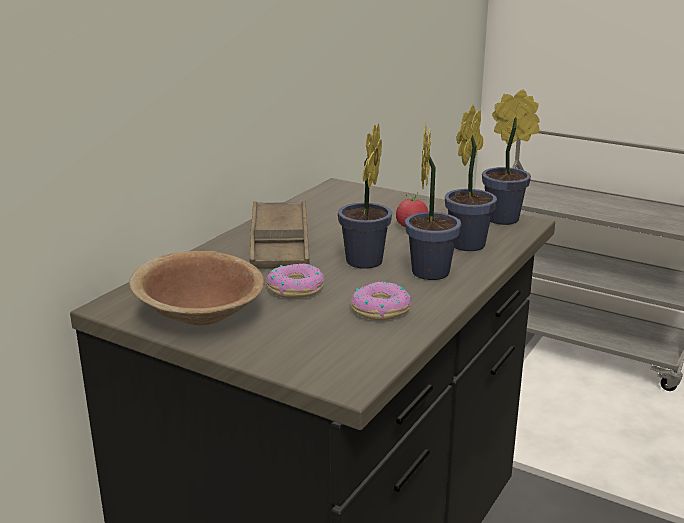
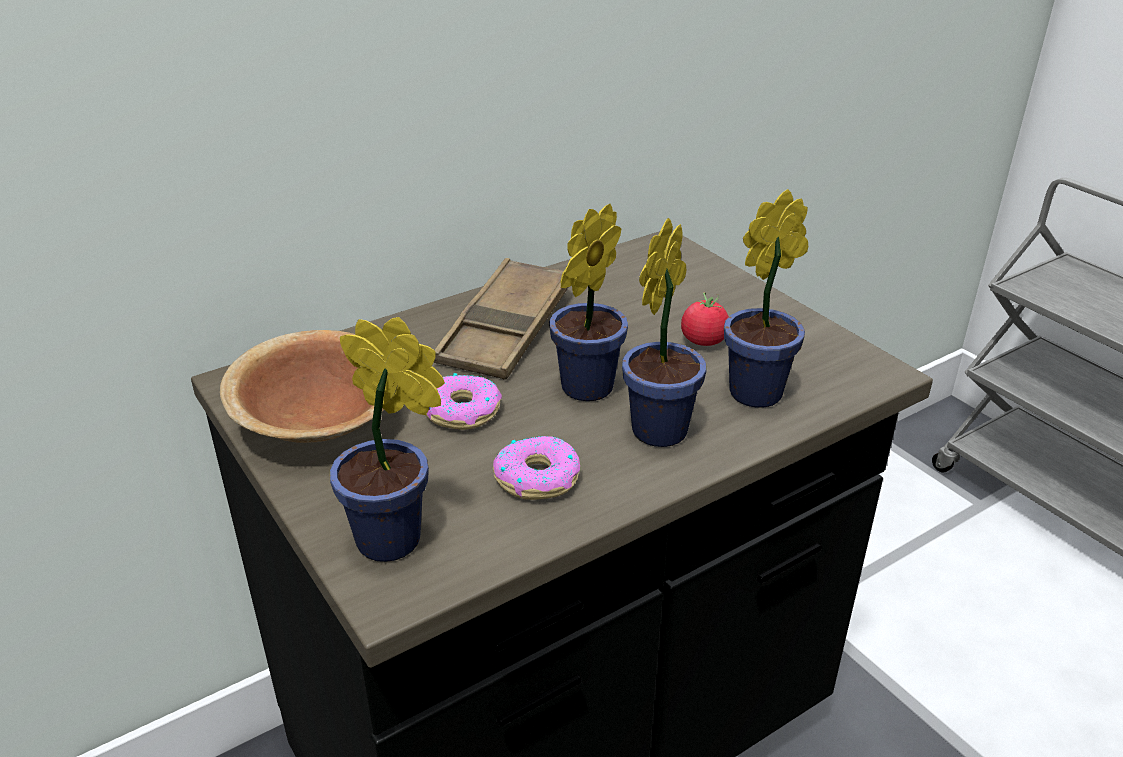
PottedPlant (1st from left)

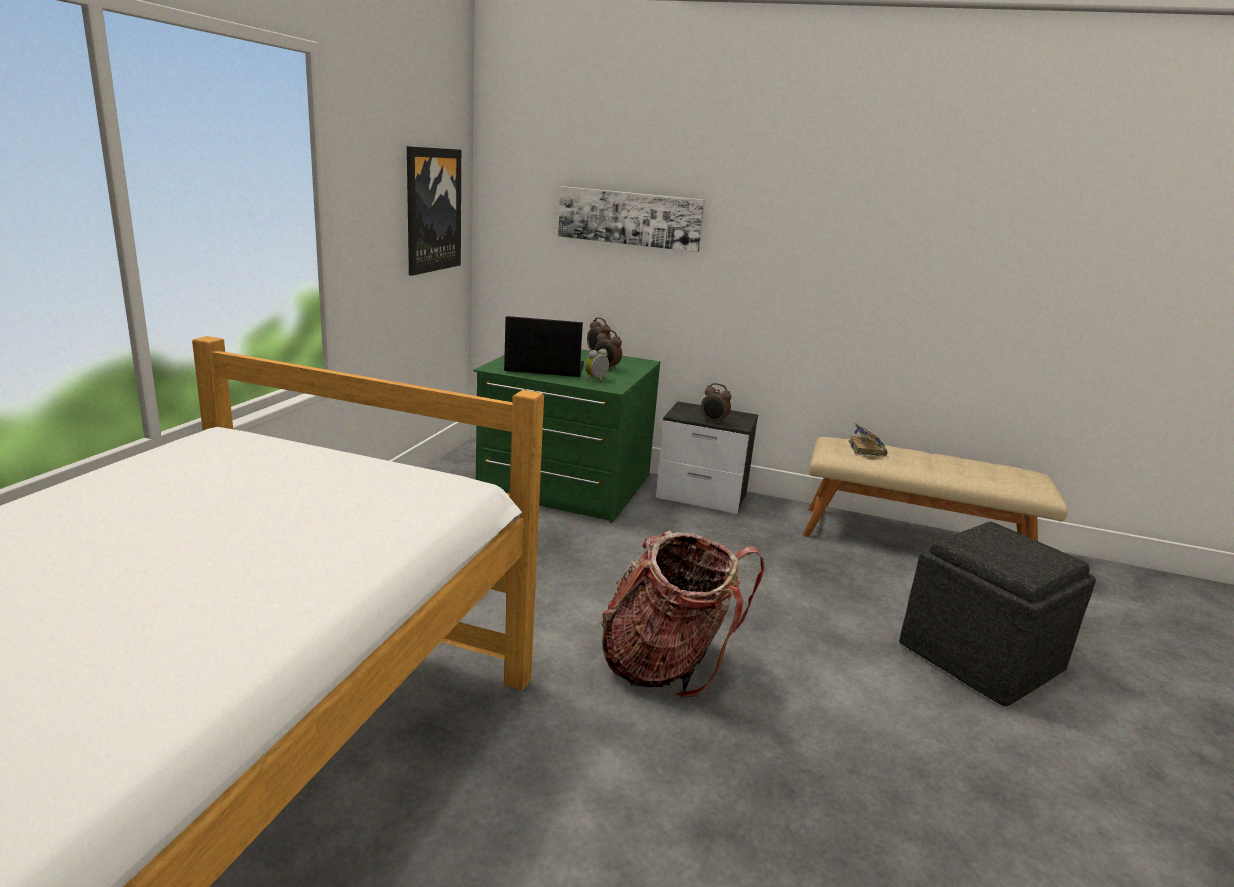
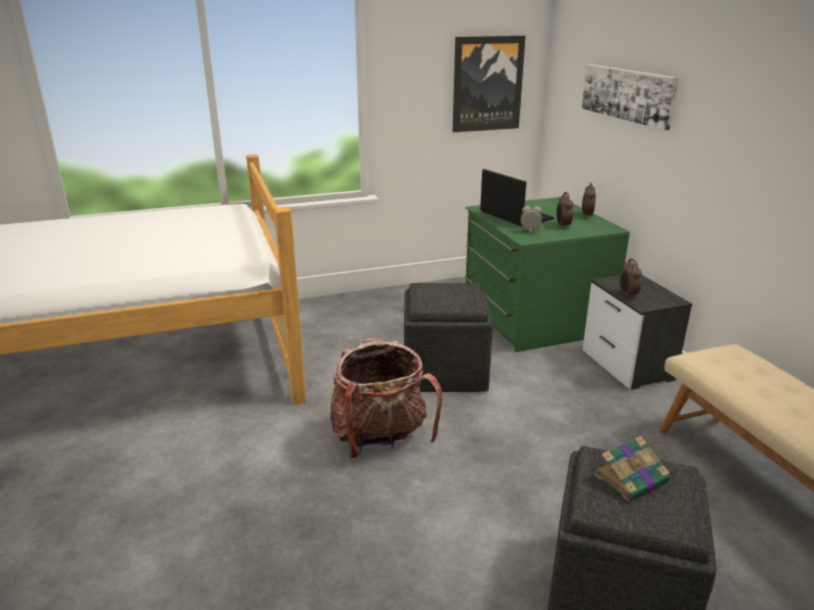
GreyOttoman (1st from left)
Book

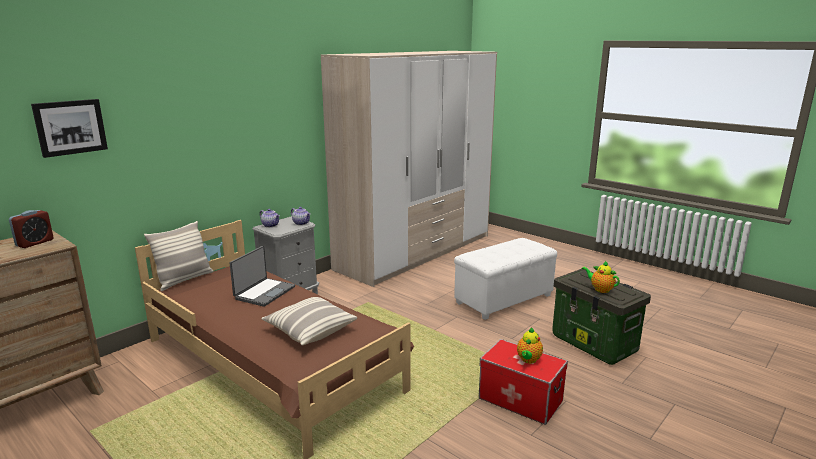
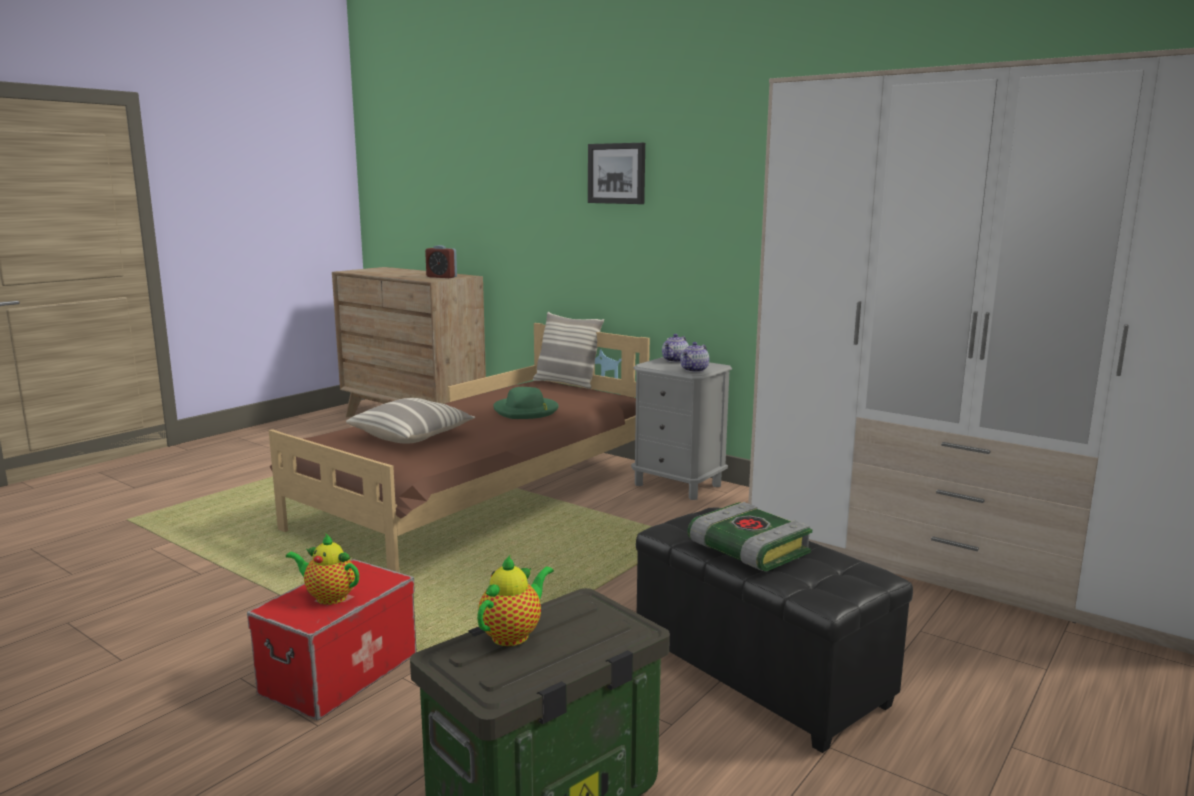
GreenHat
Picture
BlackOttoman
Book

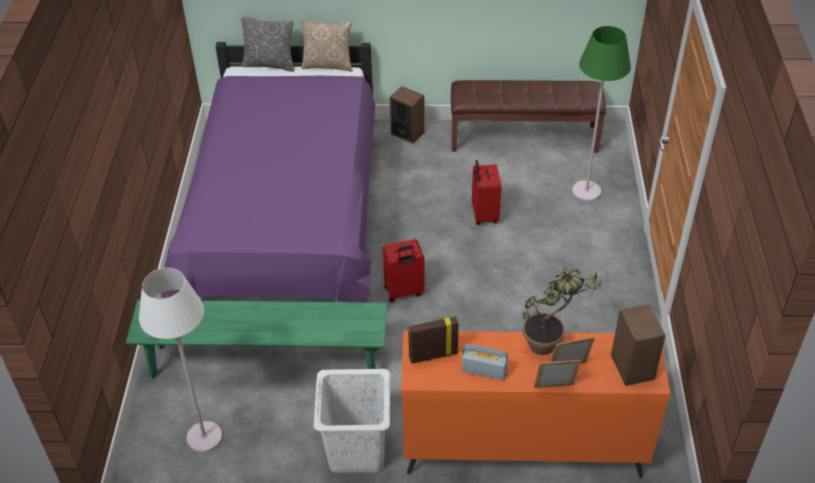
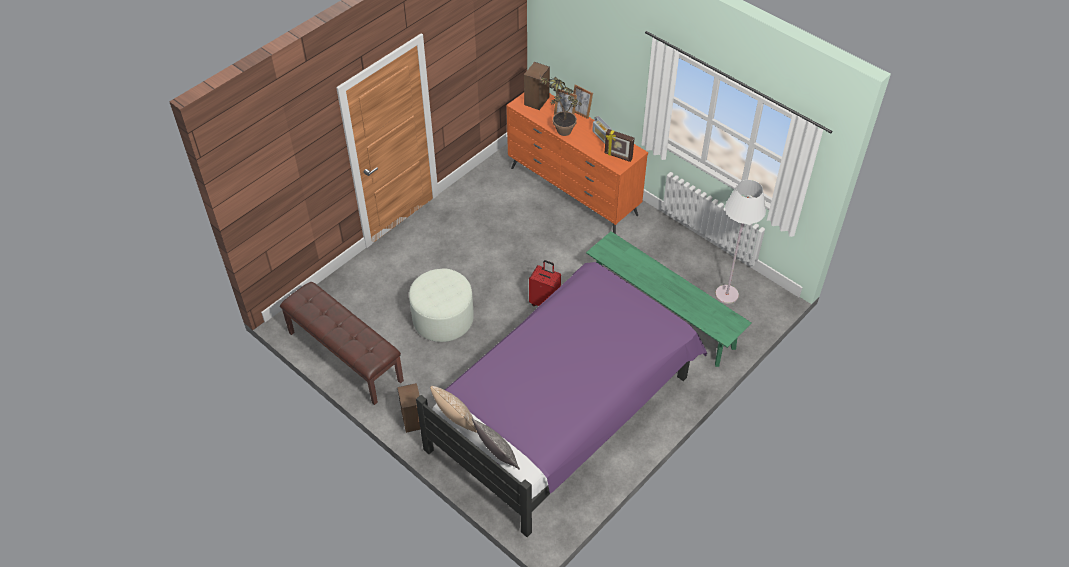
WhiteOttoman
WhiteLaundryBasket
GreenFloorLamp

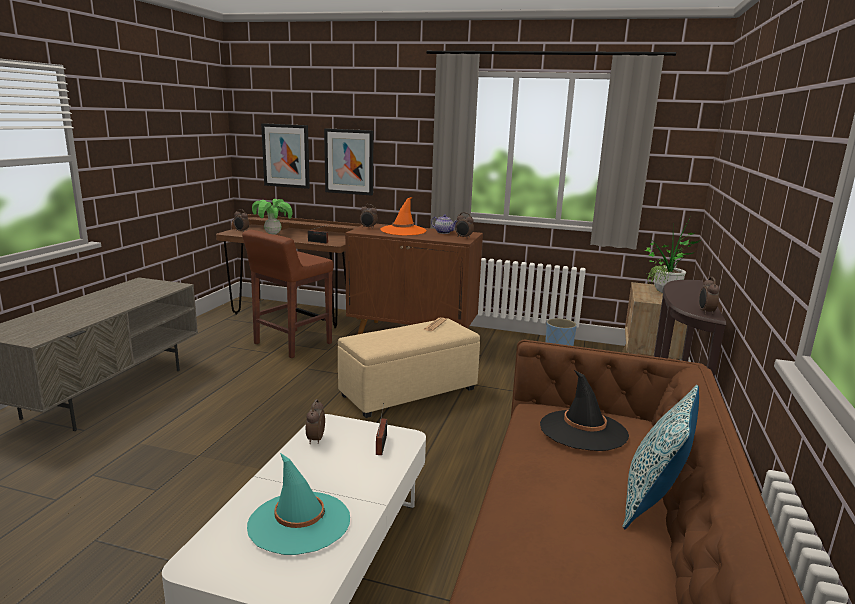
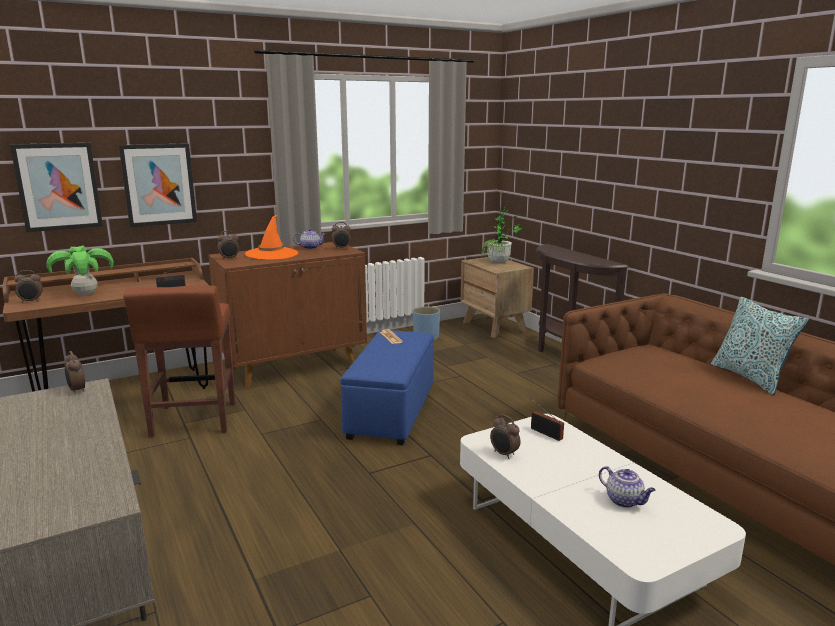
AlarmClock (2nd from left)
BlueOttoman
Teapot (2nd from left)
BlackHat

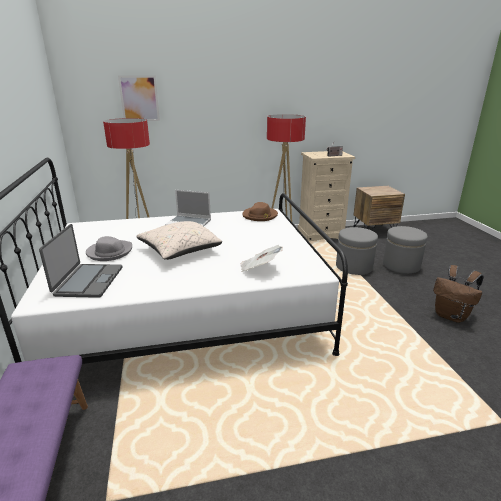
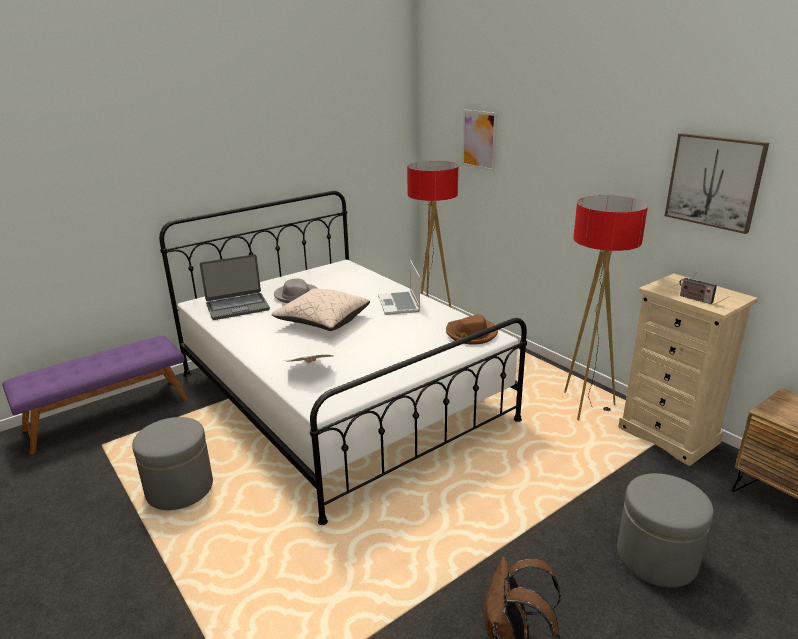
GreyOttoman (1st from left)
Picture (2nd from left)

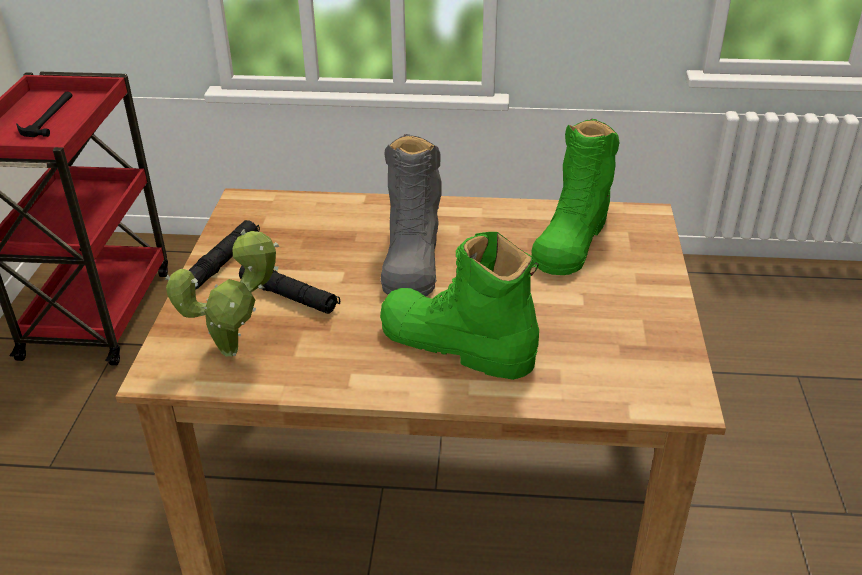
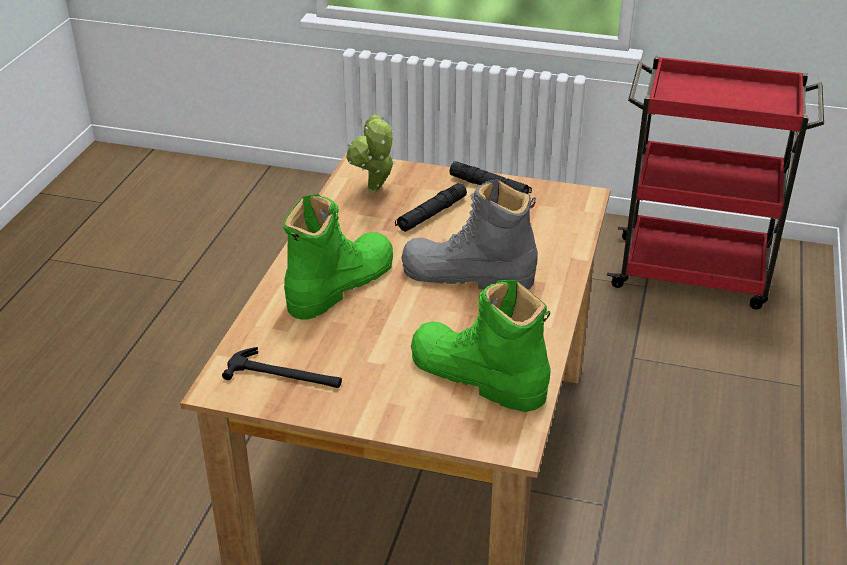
Hammer

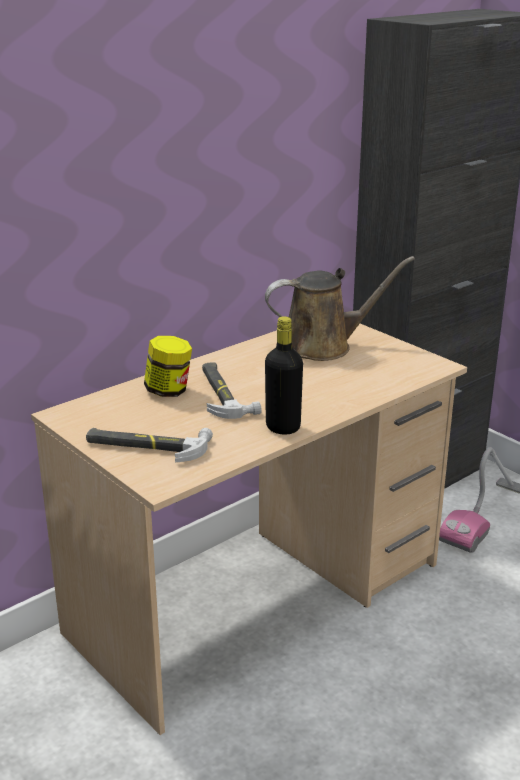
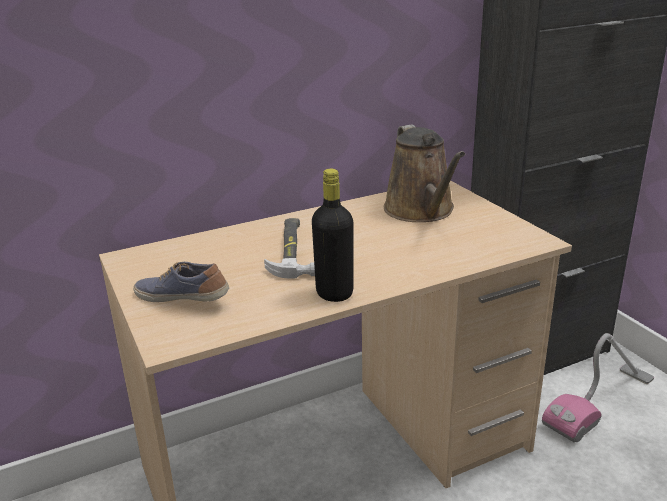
Shoe
BrownWateringCan
Jar

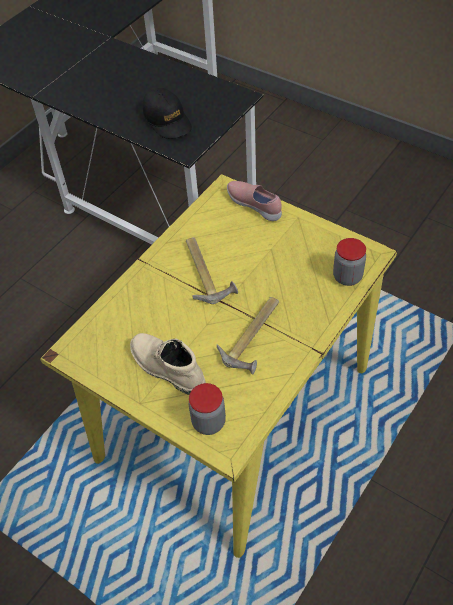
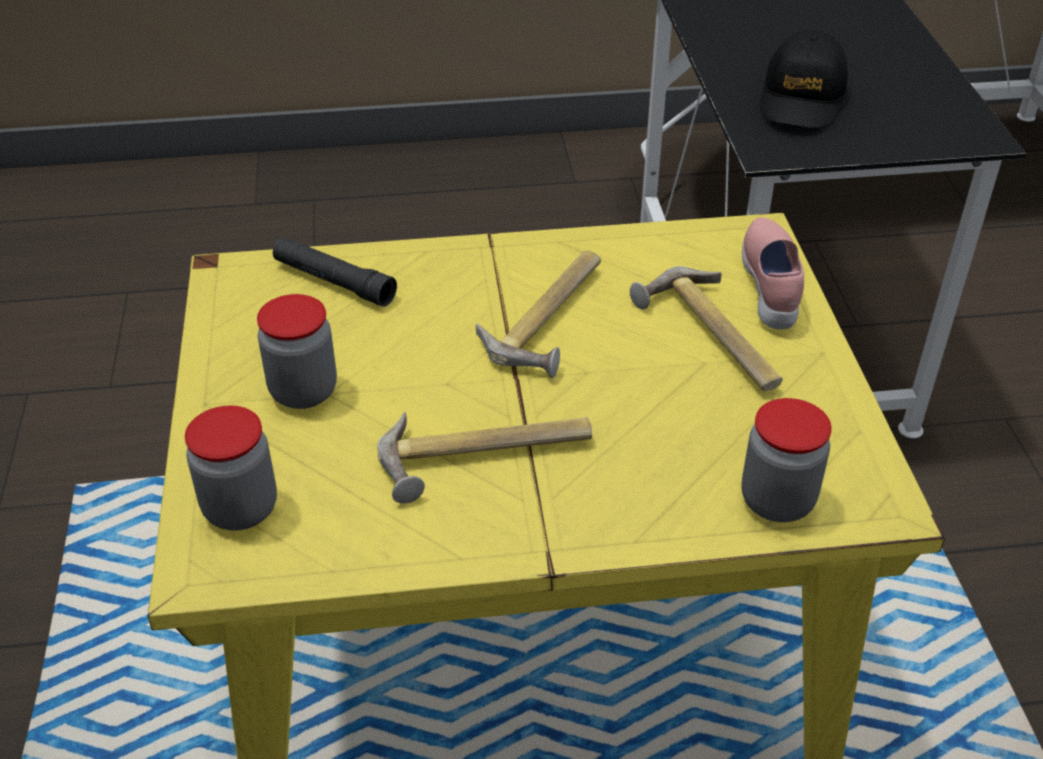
Jar (2nd from left)
BlackFlashlight
Hammer (3rd from left)

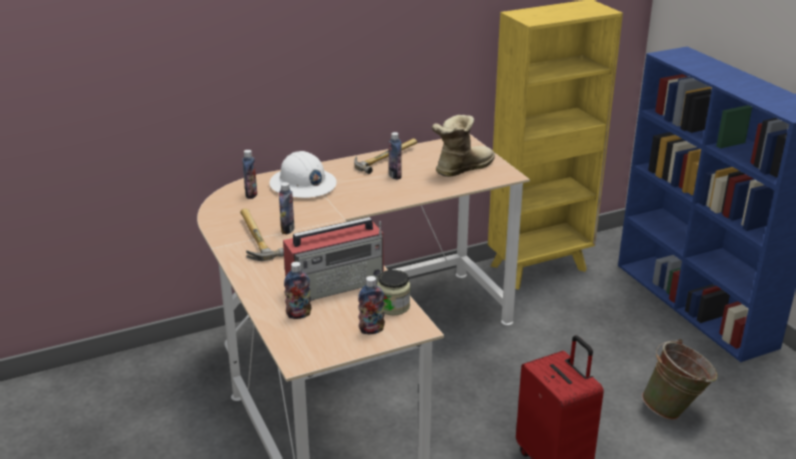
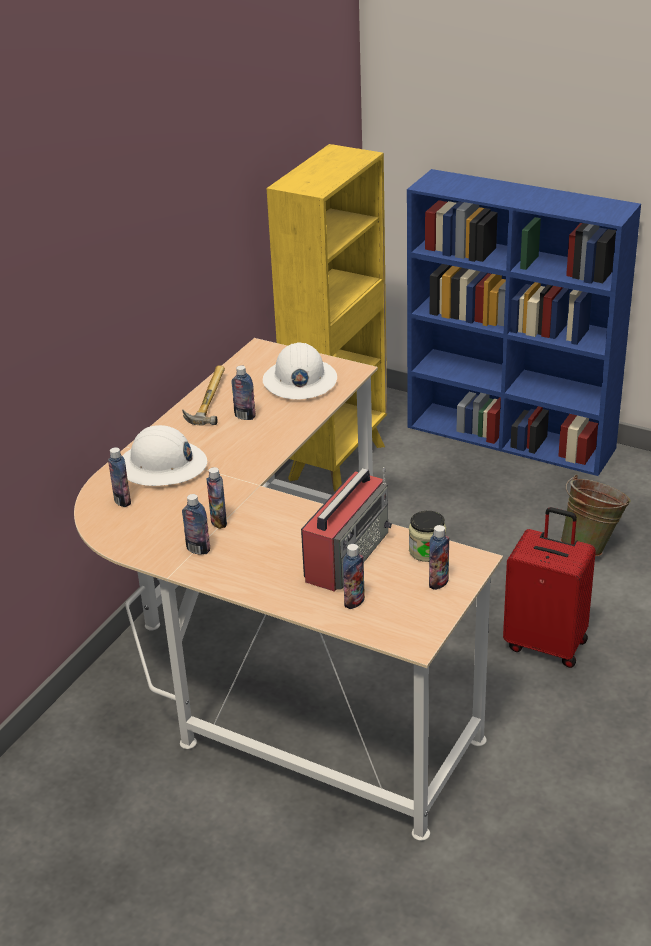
Bottle (2nd from left)
WhiteHardHat (2nd from left)

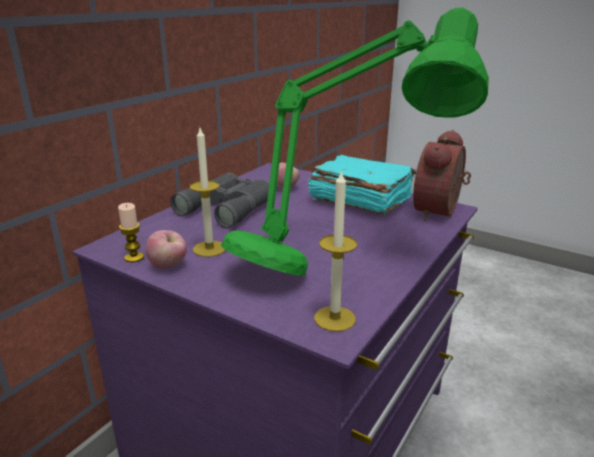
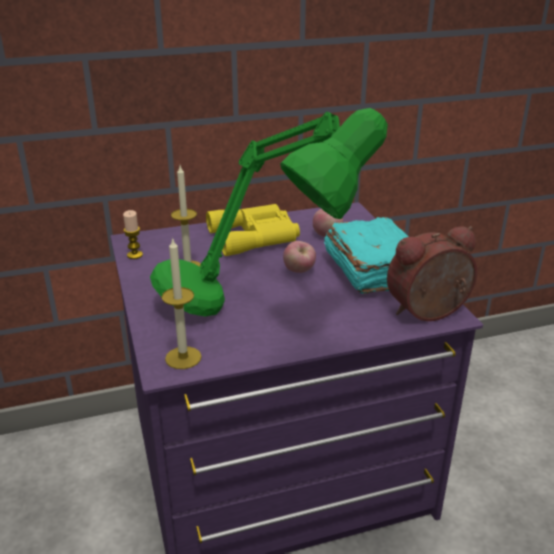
YellowBinoculars
Apple (1st from left)

